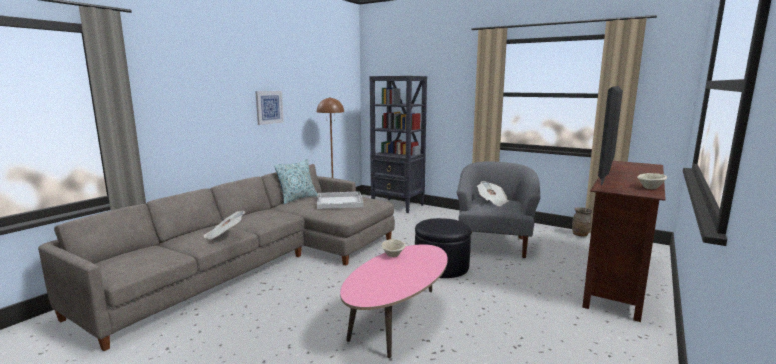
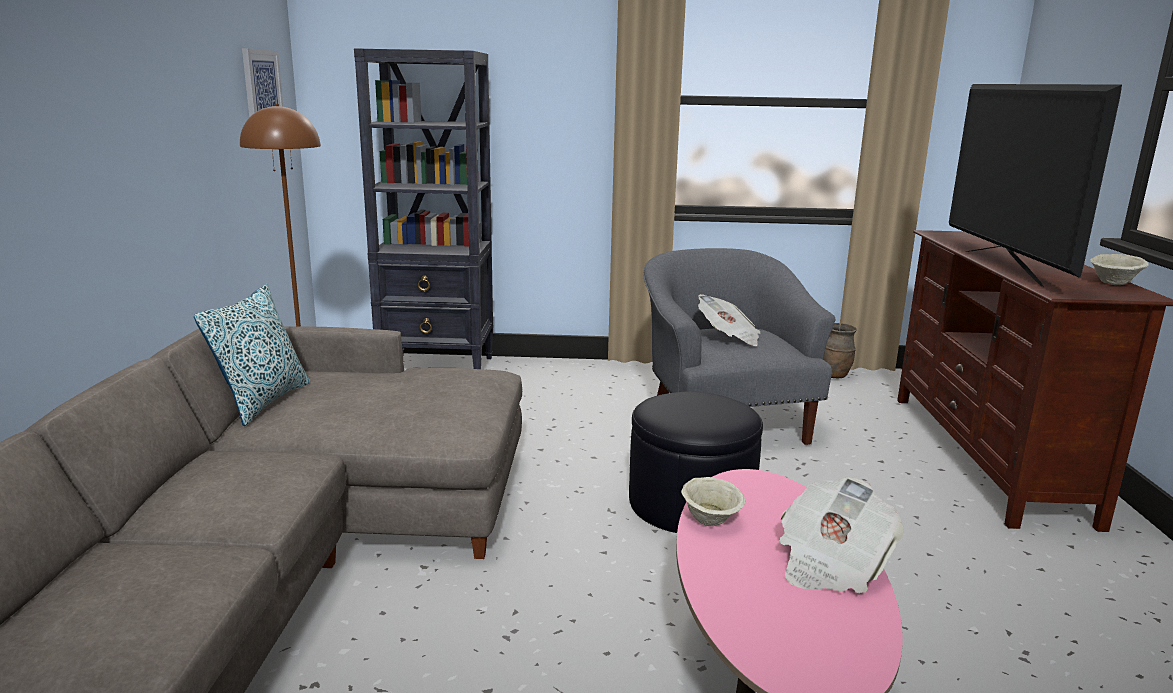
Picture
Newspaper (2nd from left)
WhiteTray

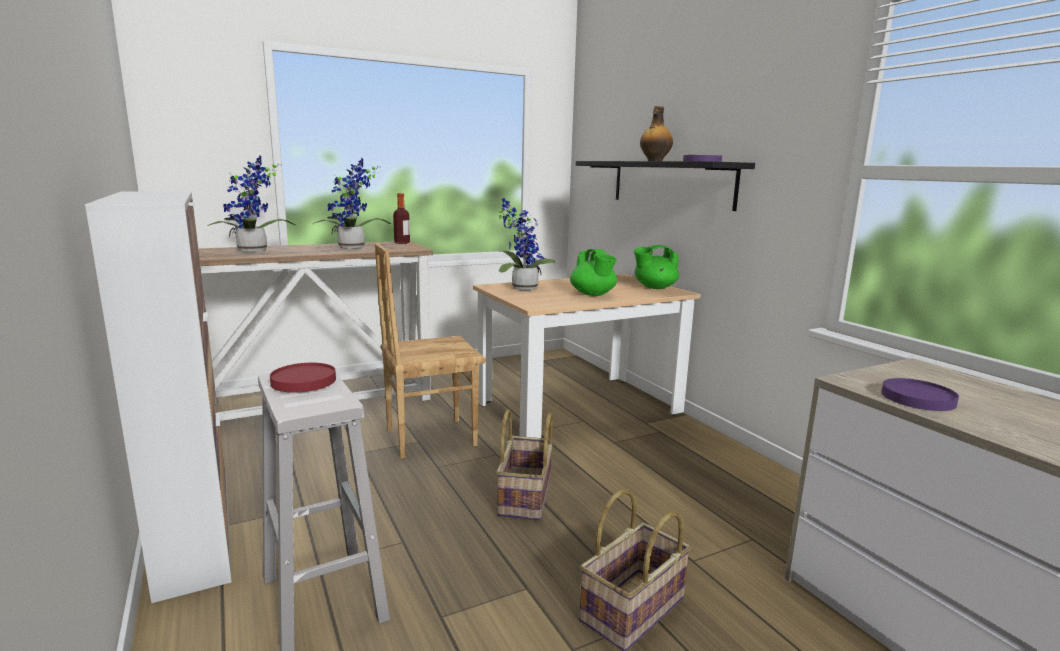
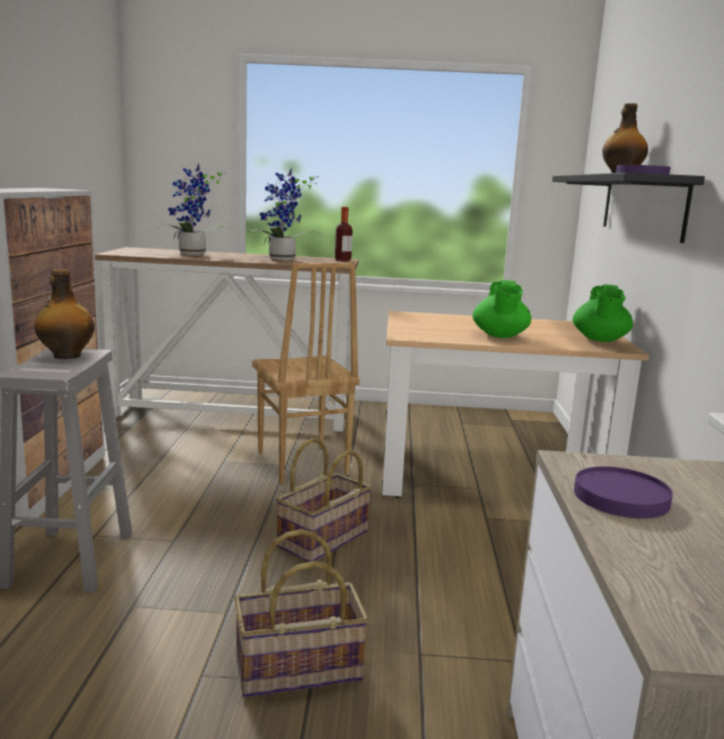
Bottle (1st from left)
BrownChair
GreenTeapot (2nd from left)
PottedPlant (3rd from left in the first image)

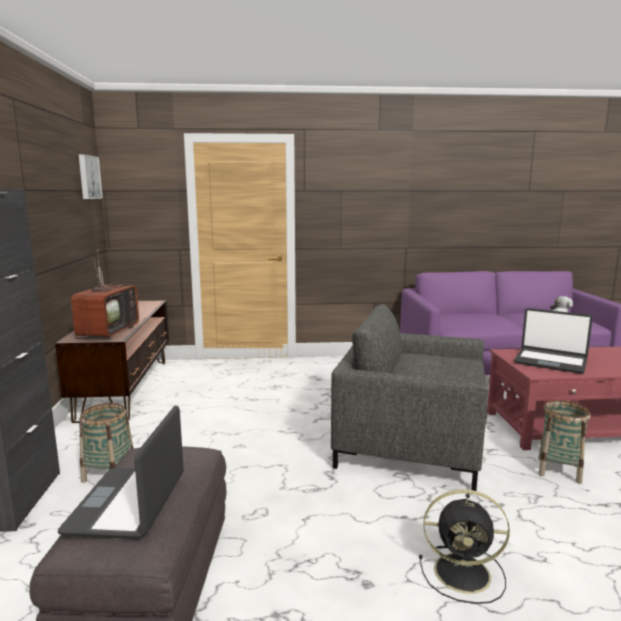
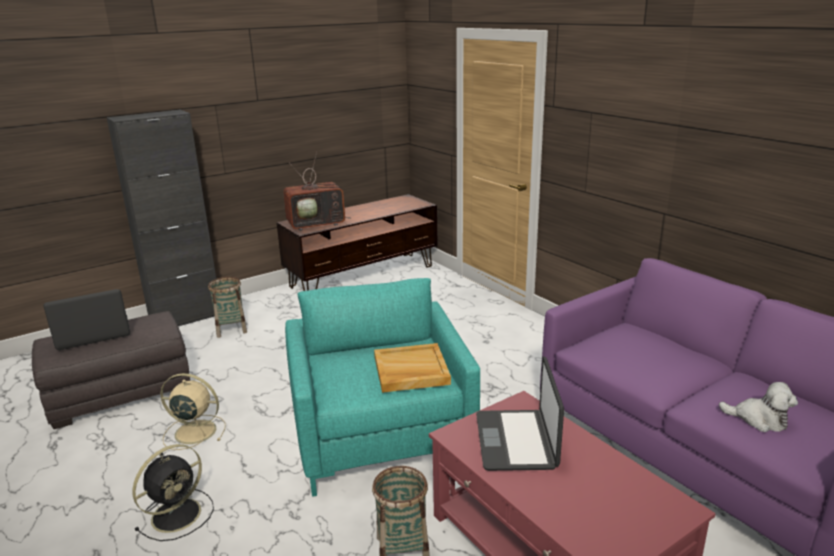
BlackFan
BeigeFan
TurquoiseArmchair
BeigeTray
Picture

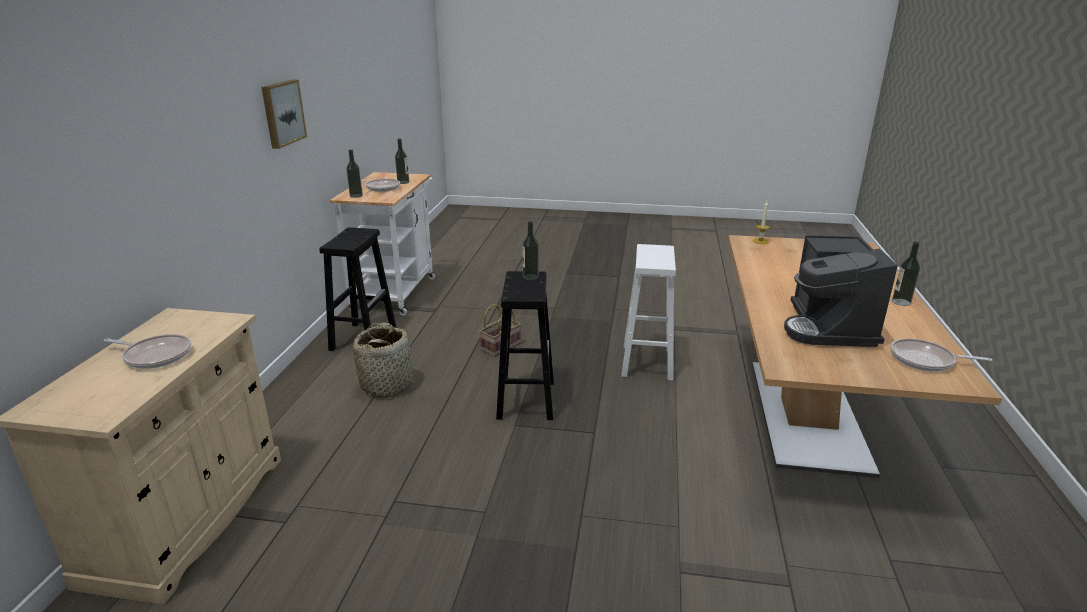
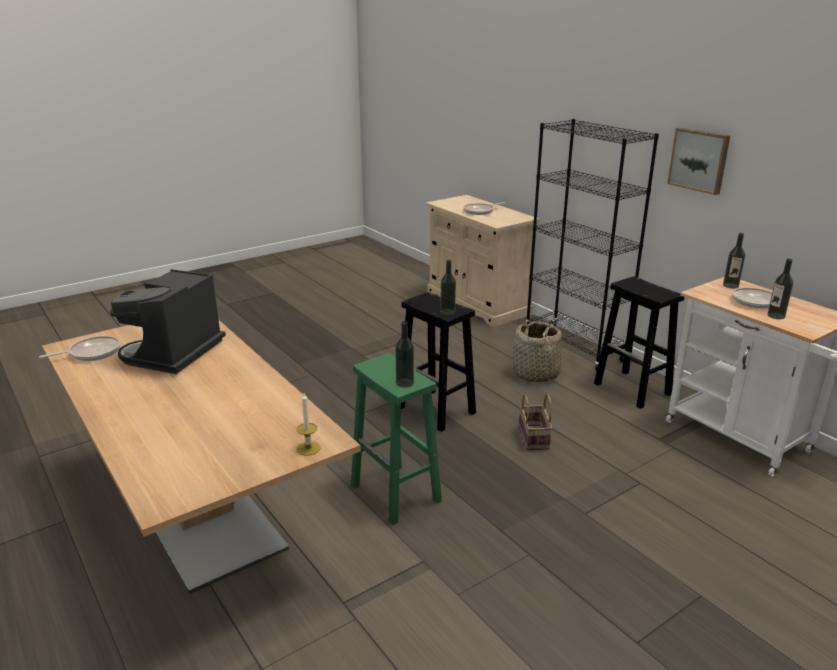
CoffeeMachine
GreenStool
Bottle (1st from left)
BlackBookcase

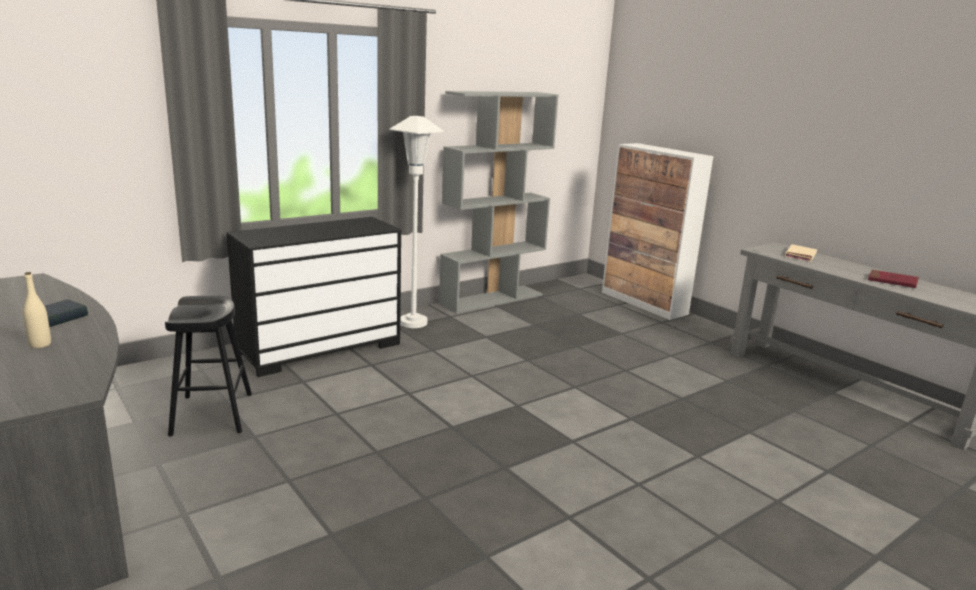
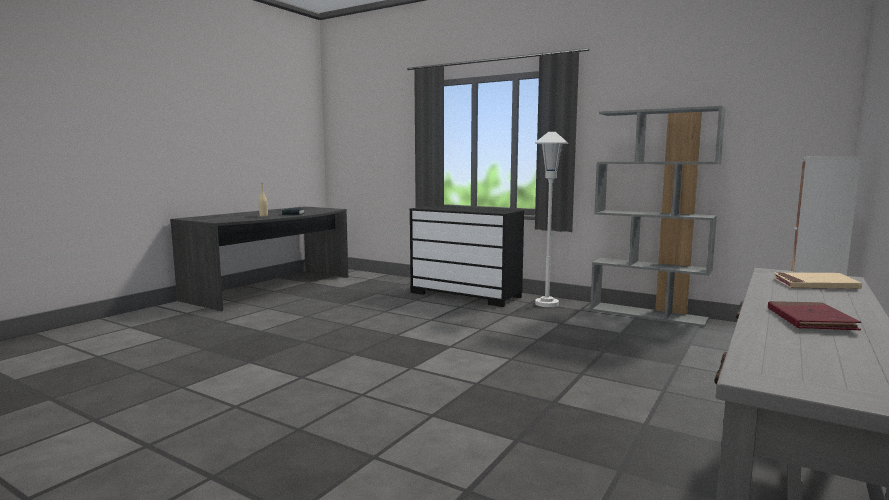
BlackStool

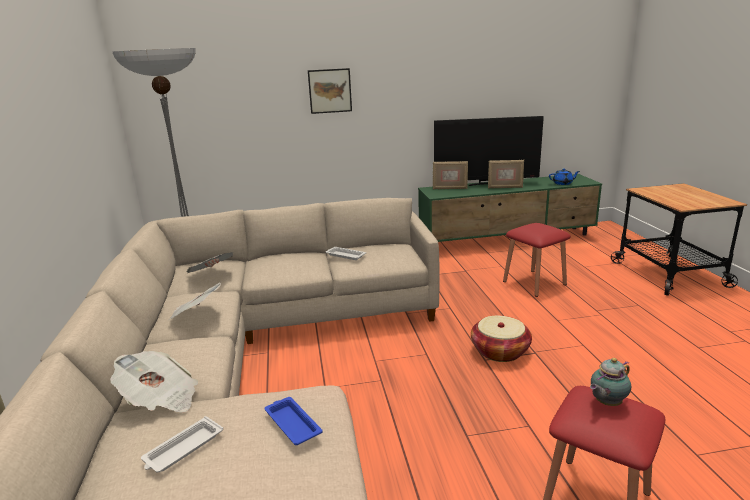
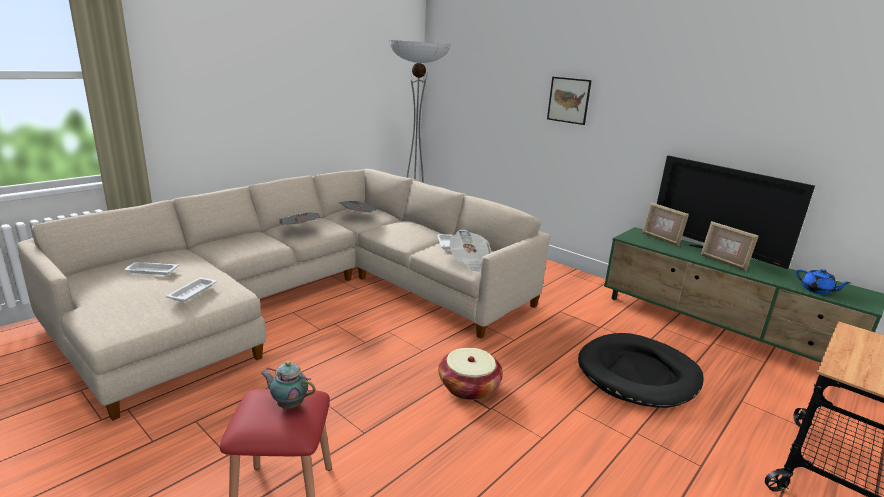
WhiteTray (2nd from left)
Newspaper (3rd from left)
BlackDogBed

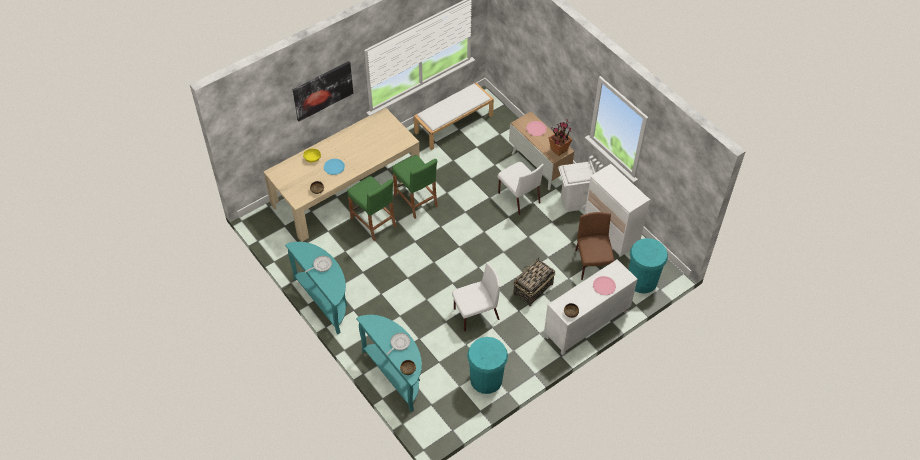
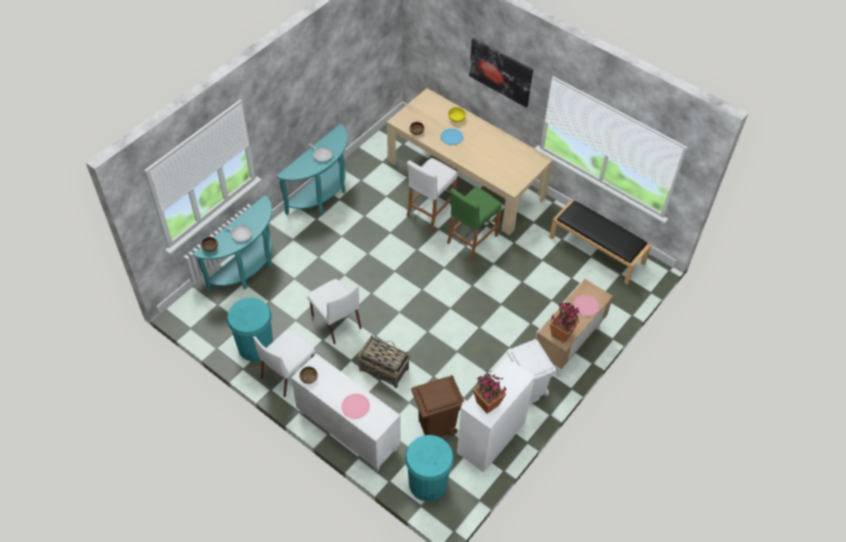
WhiteChair (1st from left)
WhiteStool
BrownTrashCan
PottedPlant (1st from left)
BlackBench

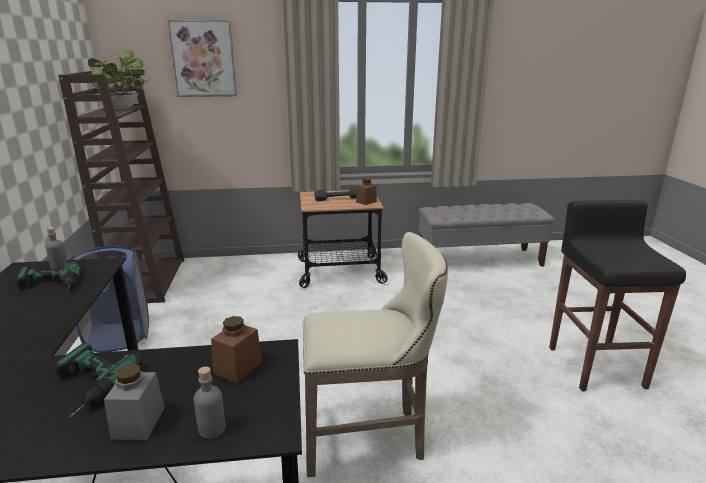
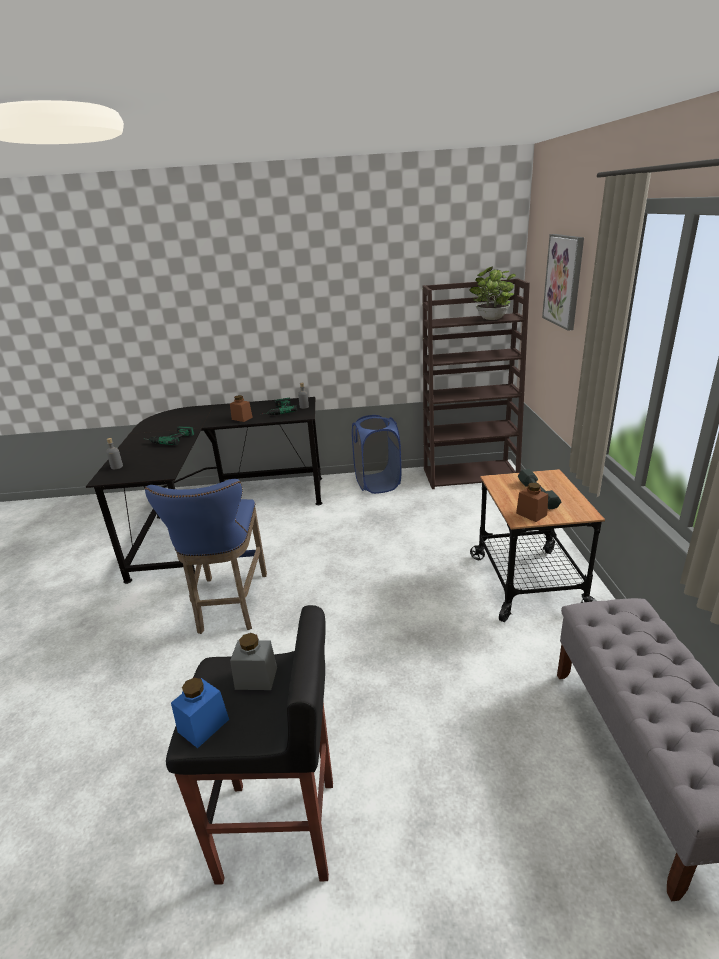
BlueStool
BlueJar
BrownJar (1st from left)
GreyJar

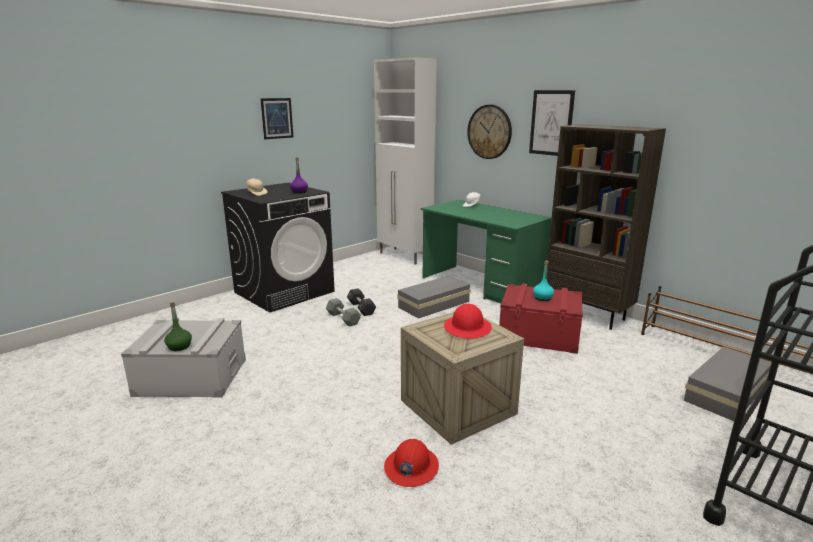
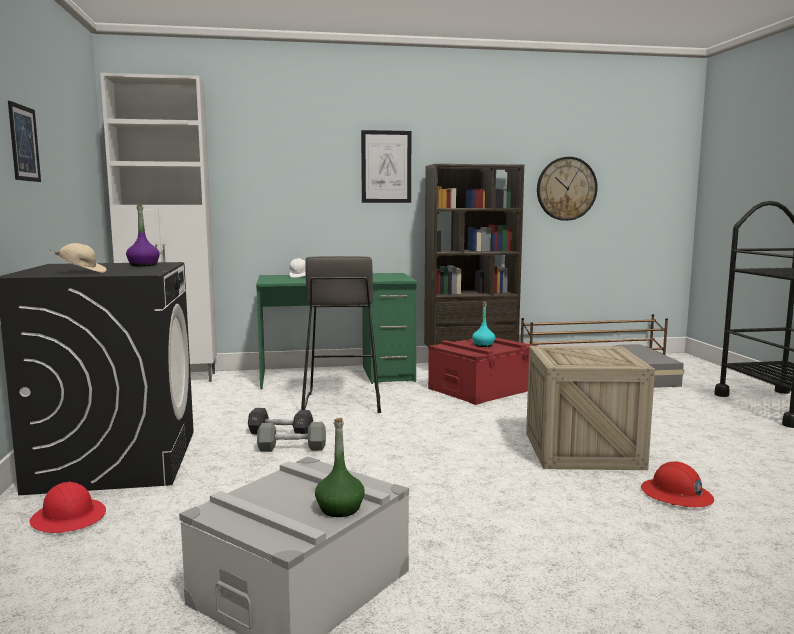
RedHardHat (1st from left)
GreyStool
WallClock

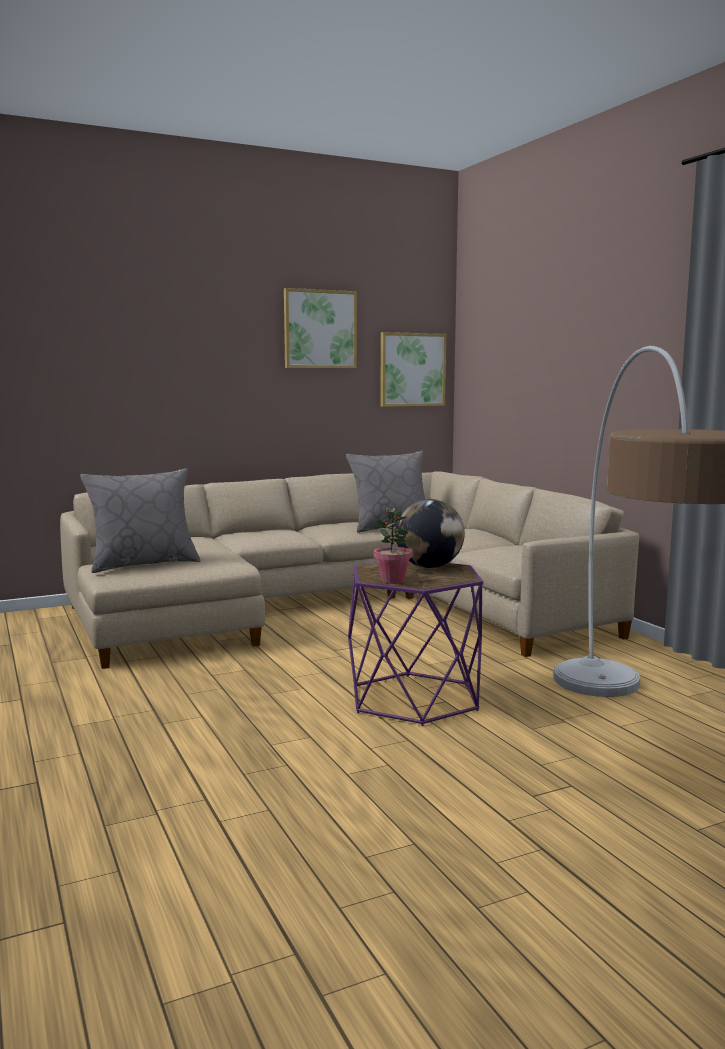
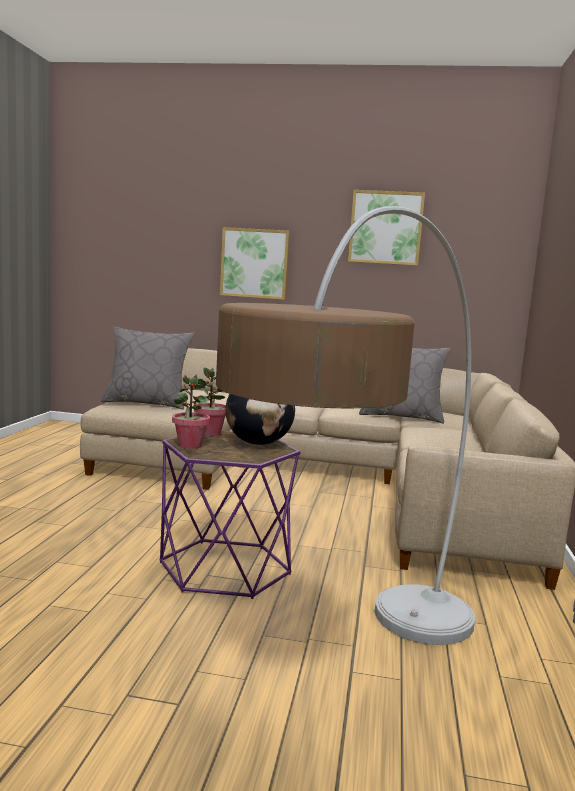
PottedPlant (2nd from left)
Picture (1st from left)

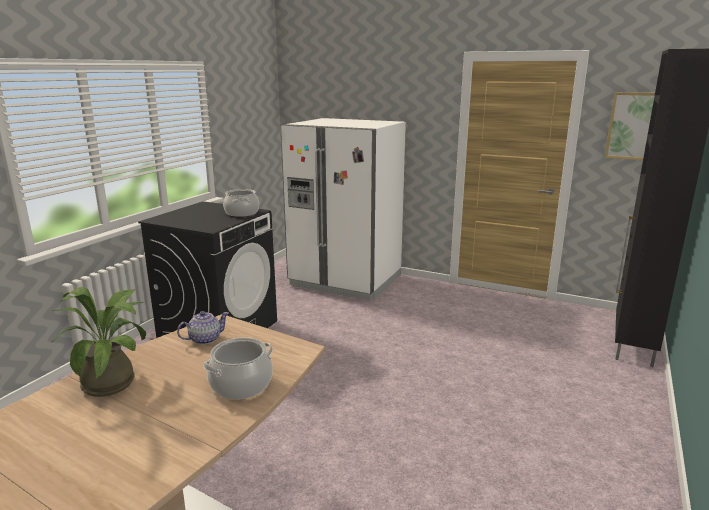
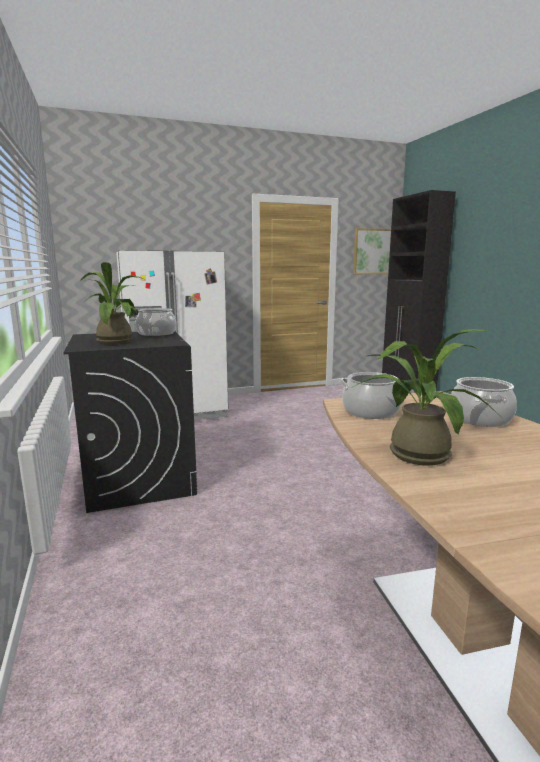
PottedPlant (1st from left)
CookingPot (2nd from left)

